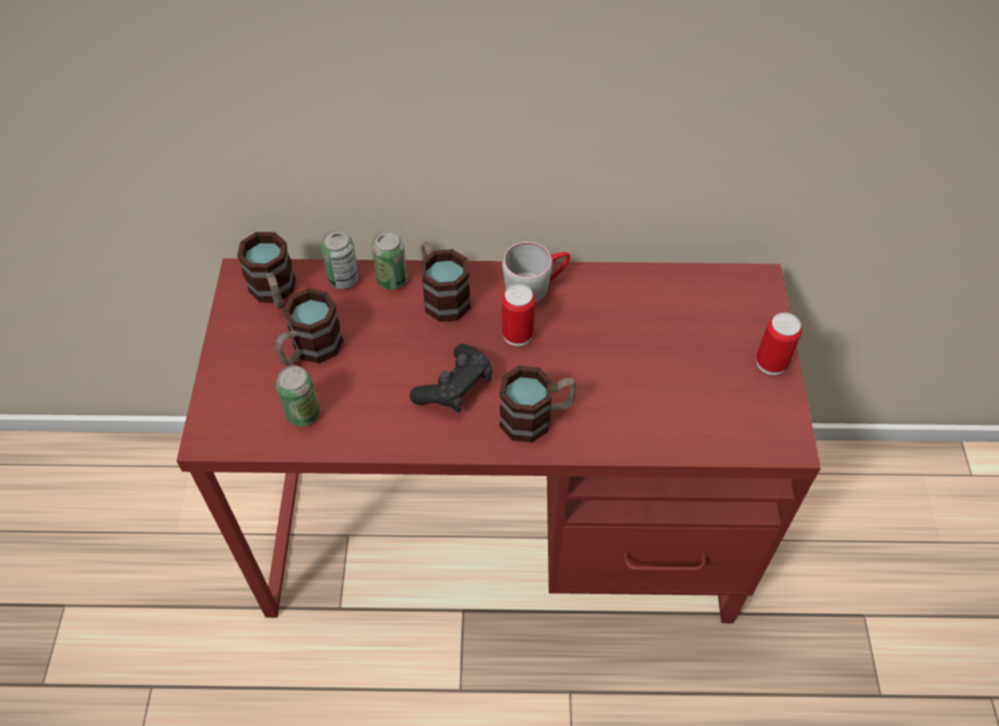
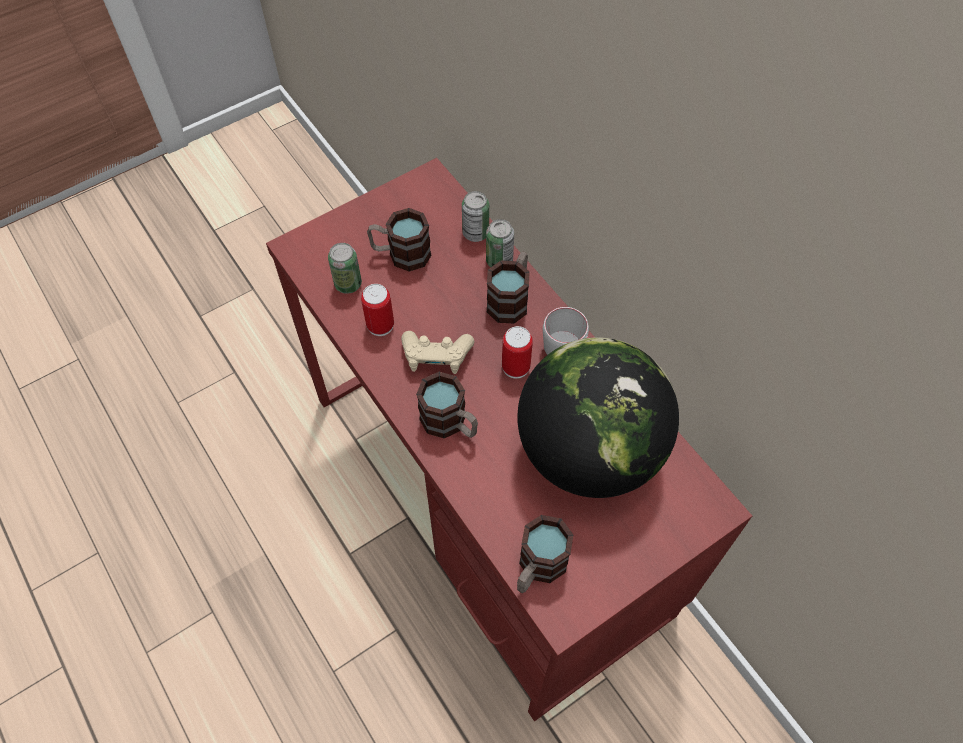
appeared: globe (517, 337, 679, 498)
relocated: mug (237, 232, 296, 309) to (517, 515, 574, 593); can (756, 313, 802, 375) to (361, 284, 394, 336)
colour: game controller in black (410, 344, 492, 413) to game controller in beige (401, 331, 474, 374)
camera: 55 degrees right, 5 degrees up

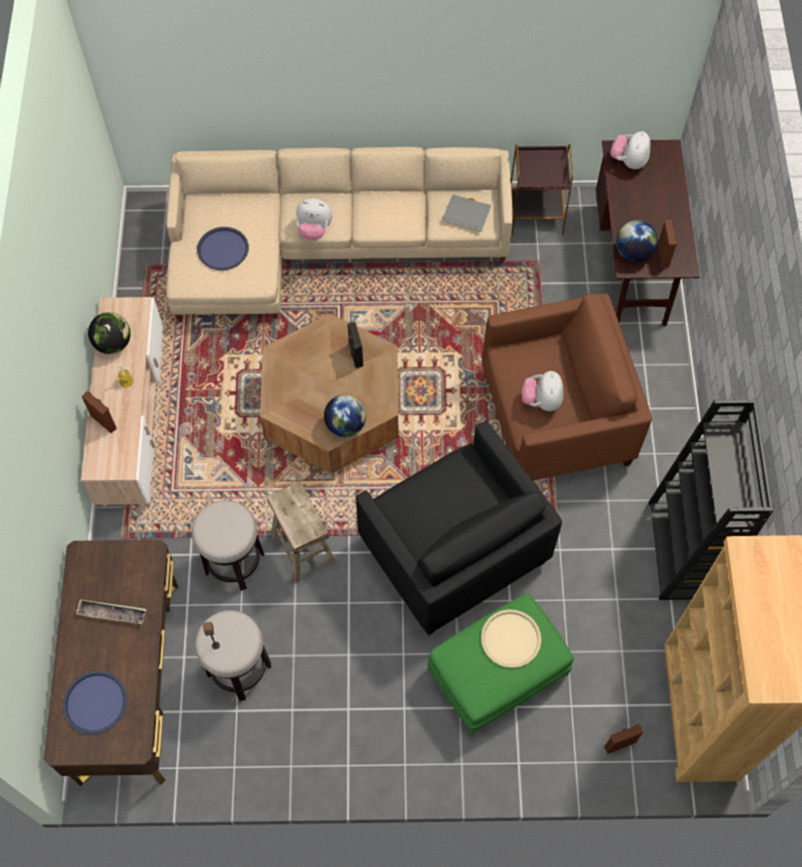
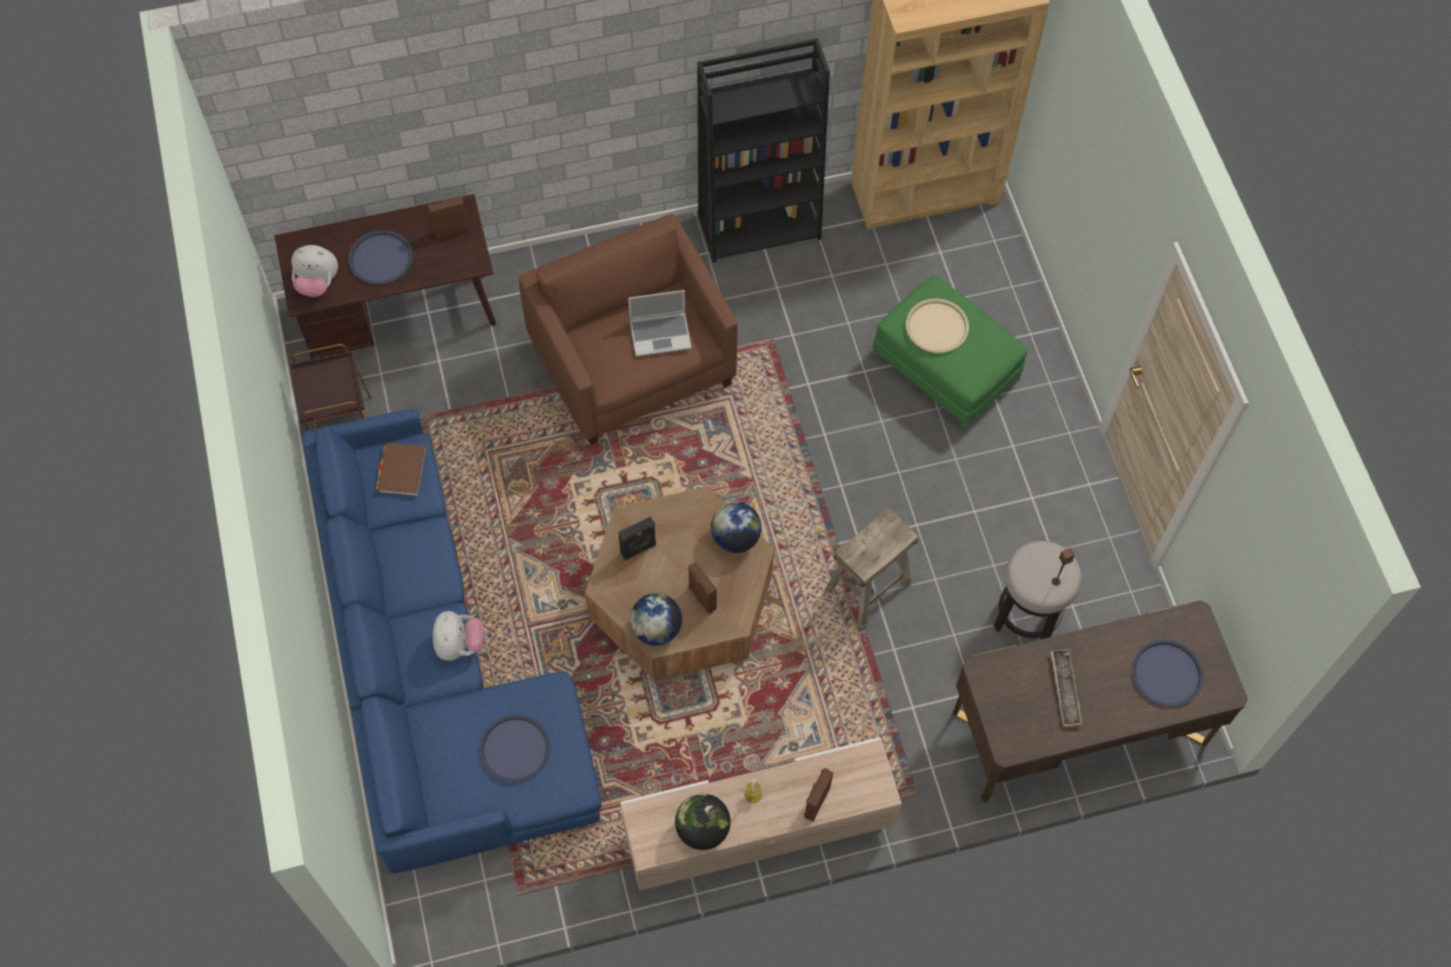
missing: stool (192, 500, 264, 591); armchair in black (356, 421, 562, 636)
appeared: tray in blue (348, 230, 413, 285)
relocated: speaker in brown (604, 724, 643, 754) to (688, 562, 717, 614); globe (616, 220, 658, 262) to (630, 593, 682, 646)
exchanged: plush toy (522, 371, 564, 411) to laptop (628, 290, 692, 357)
colour: sofa in beige (166, 147, 513, 320) to sofa in blue (302, 409, 602, 874); book in grey (443, 194, 491, 232) to book in brown (376, 443, 426, 496)
camera: 105 degrees left, 0 degrees up

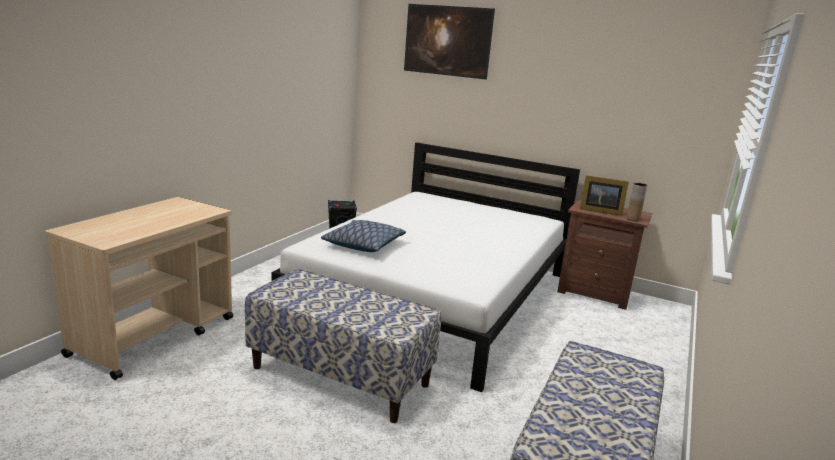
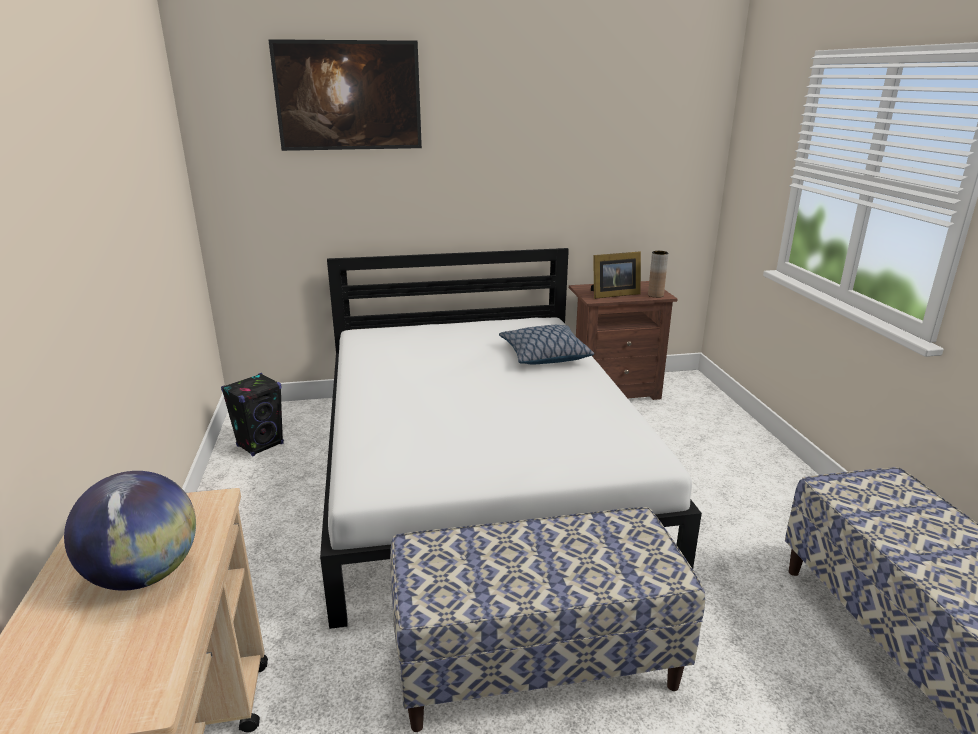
appeared: globe (64, 471, 196, 591)
relocated: pillow (321, 220, 406, 252) to (499, 325, 594, 364)
camera: 35 degrees left, 5 degrees up

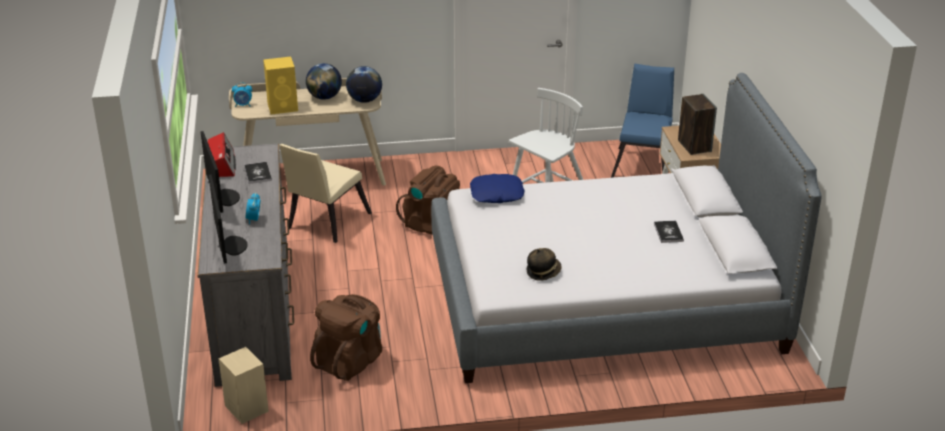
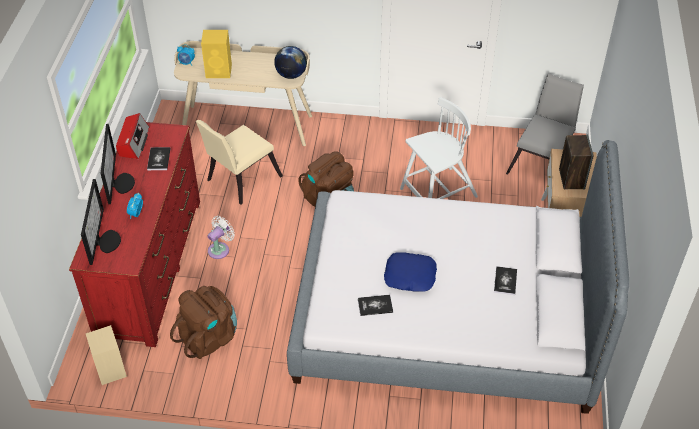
missing: globe (306, 63, 342, 100)
appeared: fan in white (208, 216, 235, 259)
relocated: pillow in blue (470, 174, 524, 203) to (384, 252, 437, 291)
exchanged: hat (527, 248, 562, 281) to book (358, 295, 393, 316)
colour: dresser in grey (197, 144, 294, 387) to dresser in red (69, 122, 200, 347); chair in blue (611, 64, 674, 178) to chair in grey (506, 73, 584, 175)
camera: 15 degrees right, 15 degrees up

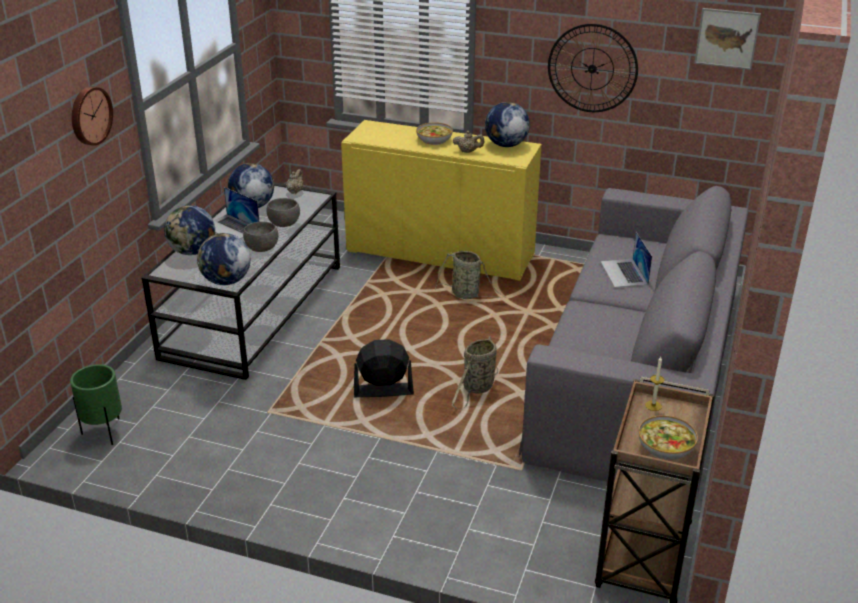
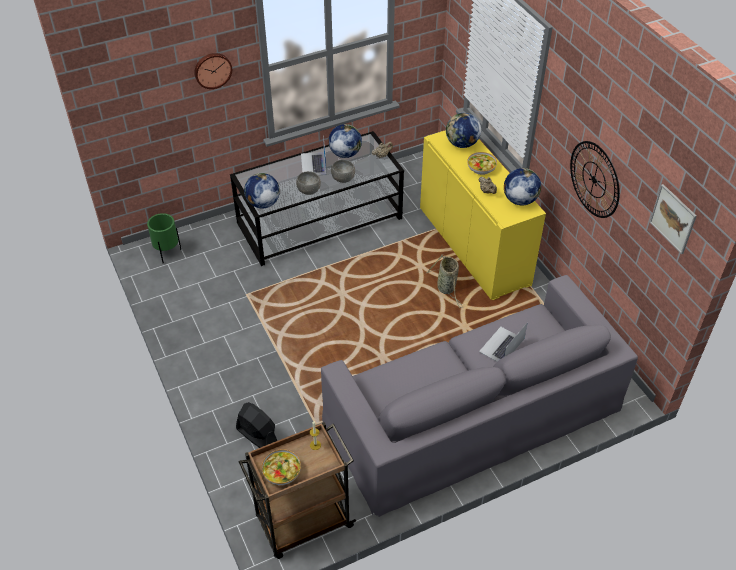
missing: basket (452, 336, 498, 410)
relocated: globe (164, 205, 215, 255) to (446, 113, 481, 148); fan in black (354, 339, 414, 397) to (236, 402, 278, 448)
camera: 45 degrees right, 15 degrees up

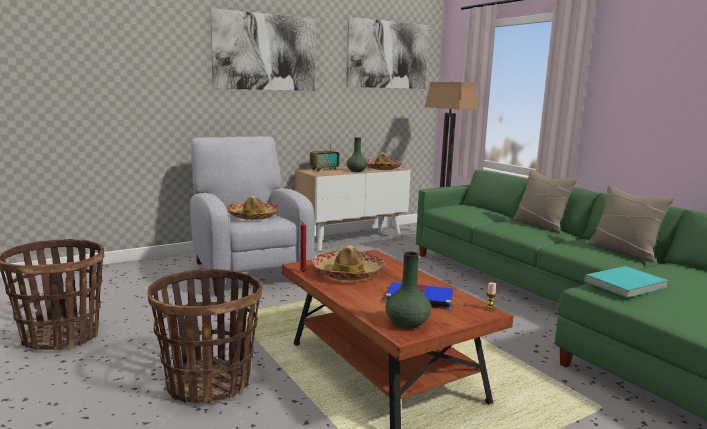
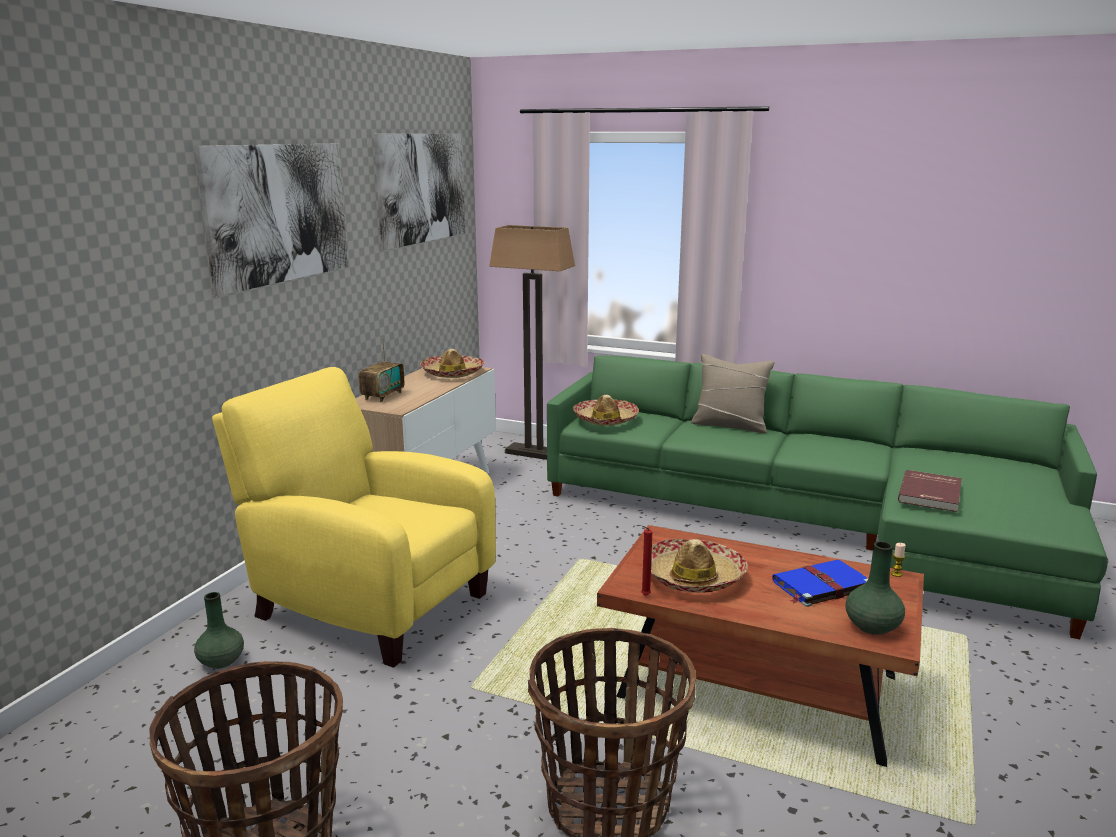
missing: pillow in beige (588, 186, 675, 262)
relocated: hat (226, 196, 280, 220) to (573, 395, 639, 426); vase in green (347, 137, 367, 172) to (194, 592, 244, 669)
colour: armchair in grey (190, 137, 315, 296) to armchair in yellow (212, 367, 496, 668); book in turquoise (584, 266, 669, 298) to book in red (898, 470, 962, 512)
camera: 35 degrees left, 5 degrees up

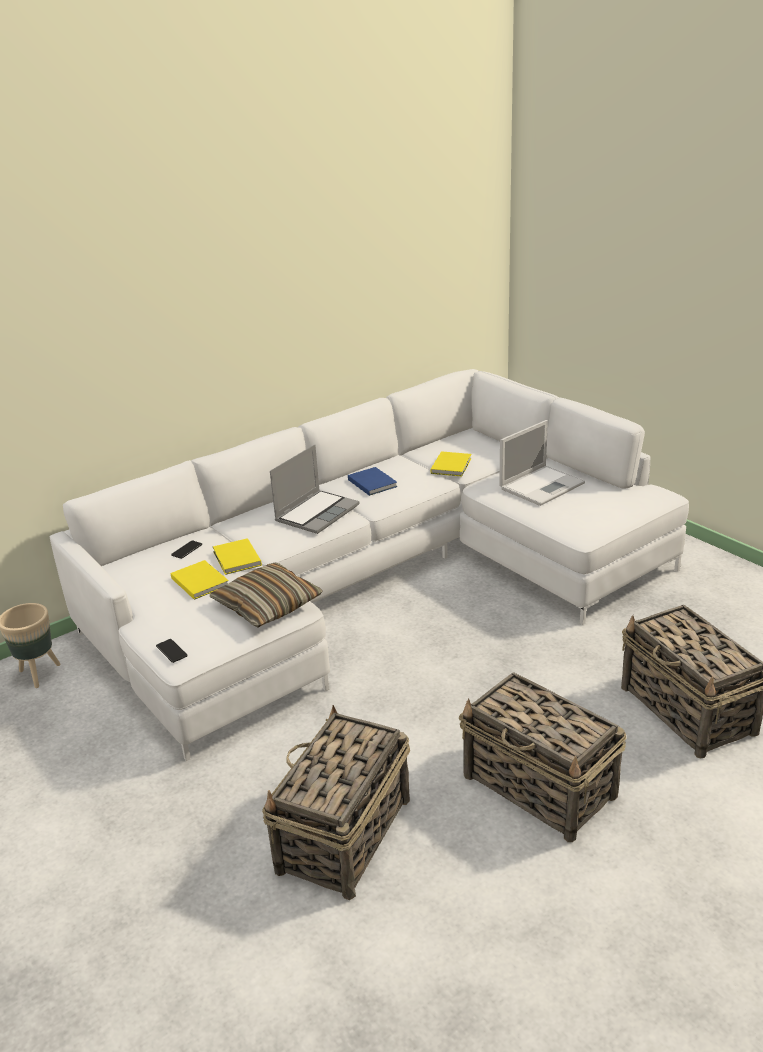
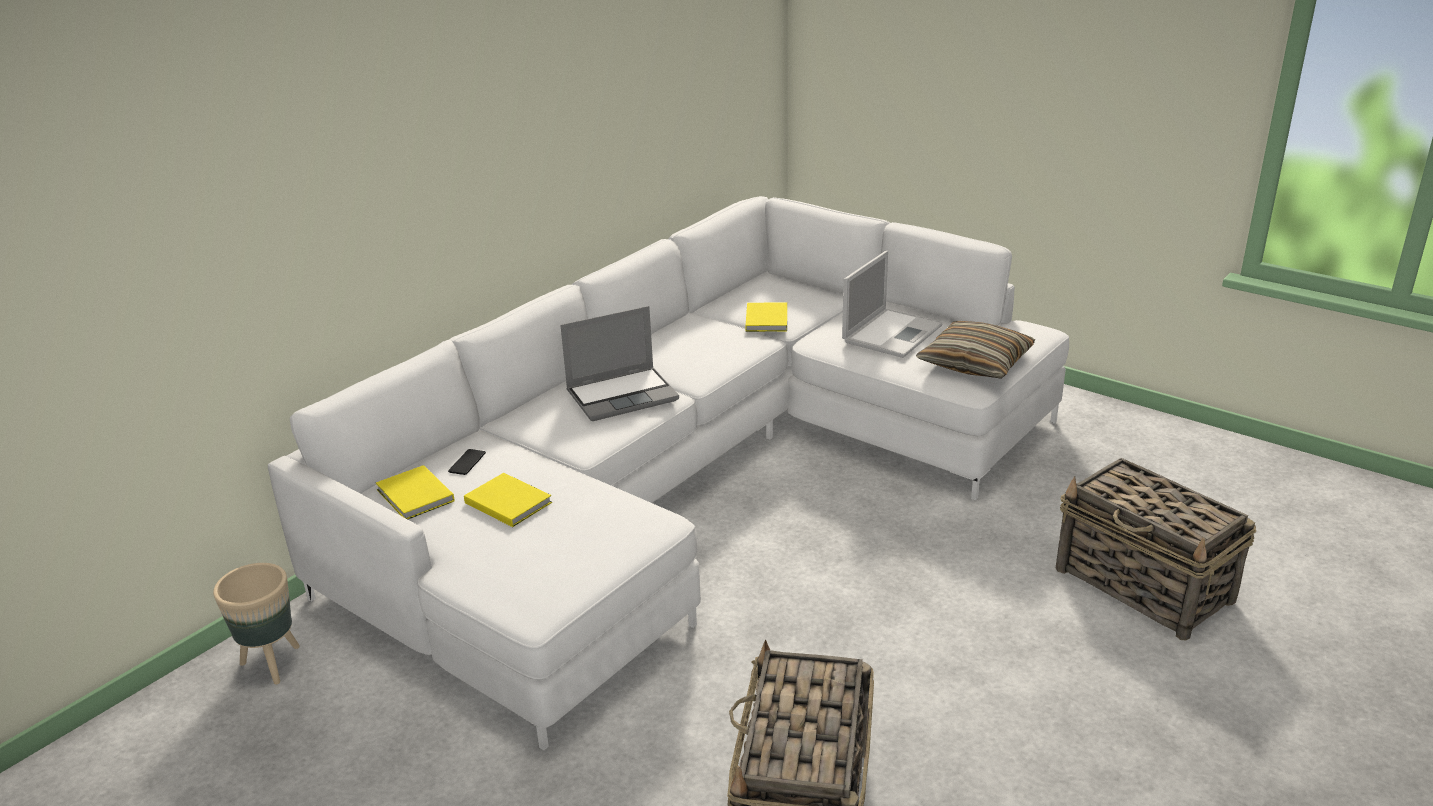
missing: phone (156, 639, 188, 663); book in blue (348, 467, 398, 496); basket (459, 672, 627, 842)
relocated: pillow (210, 562, 323, 628) to (916, 321, 1035, 379); book in yellow (213, 538, 262, 575) to (376, 465, 455, 519)
spun: laptop (270, 445, 359, 534) = (560, 306, 679, 421) 45 degrees clockwise
camera: 15 degrees left, 0 degrees up

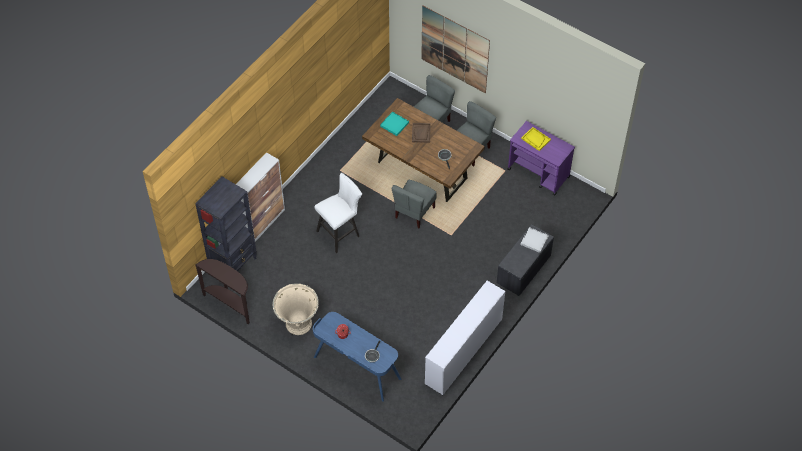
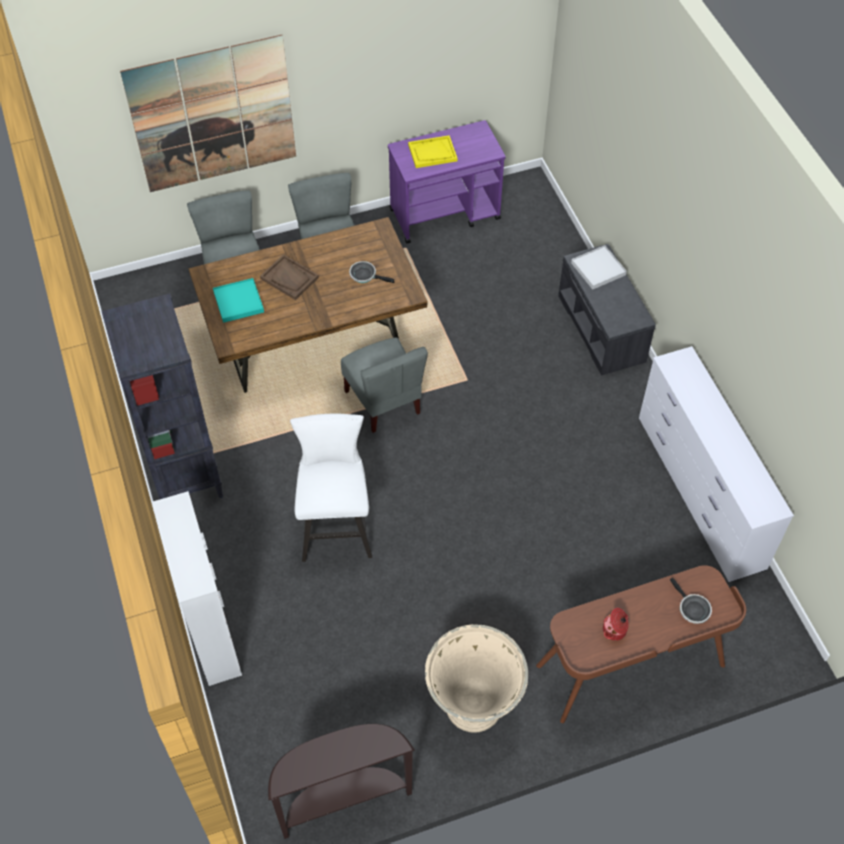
relocated: bookcase in black (195, 176, 257, 271) to (101, 293, 223, 499)
colour: desk in blue (313, 312, 401, 402) to desk in brown (536, 565, 746, 723)
camera: 55 degrees left, 0 degrees up

